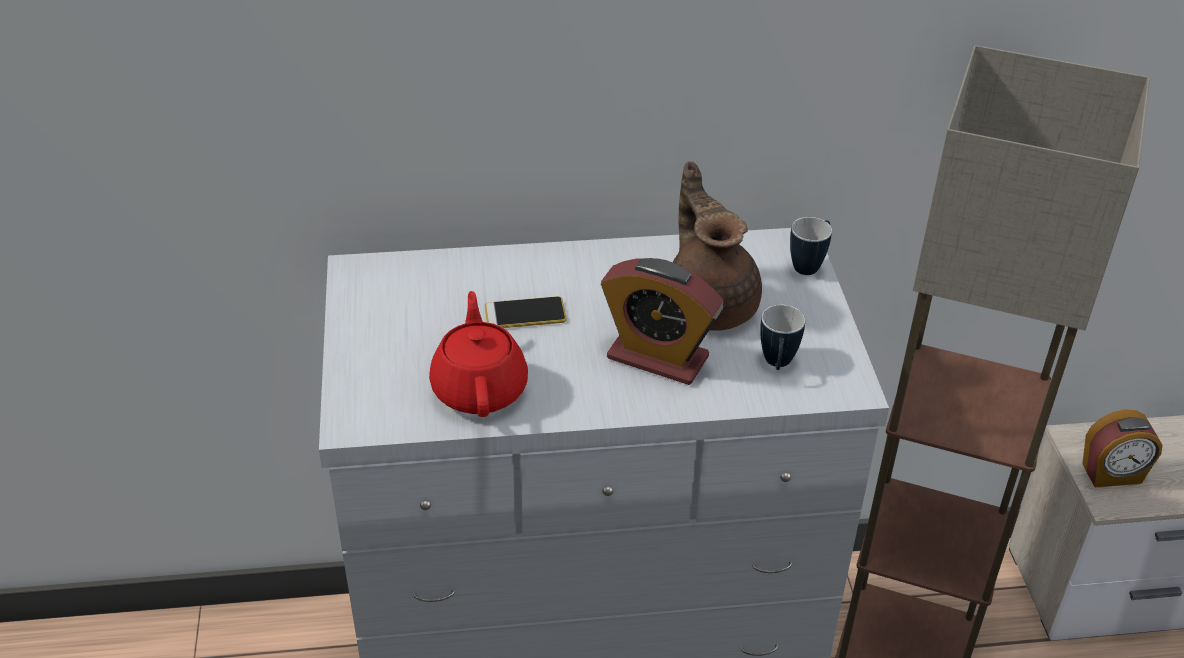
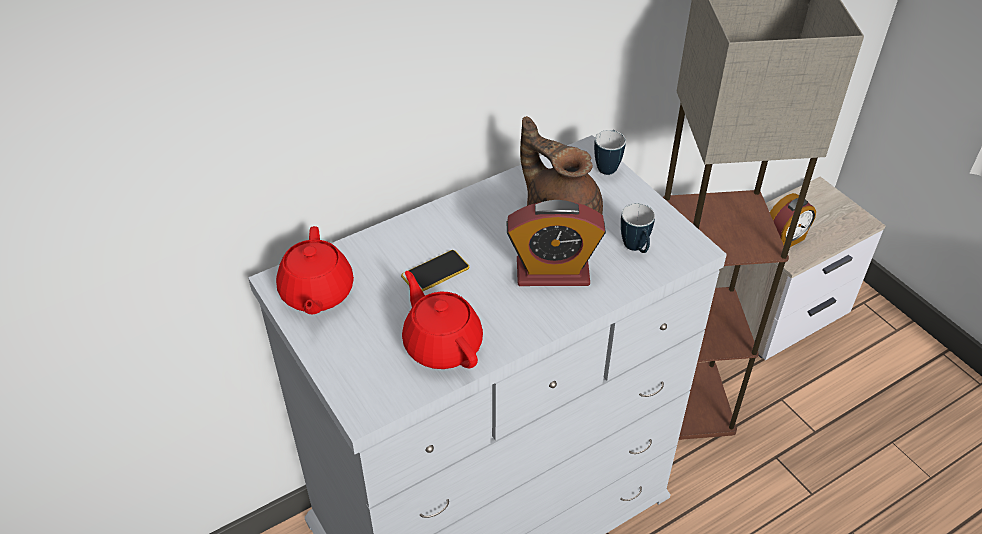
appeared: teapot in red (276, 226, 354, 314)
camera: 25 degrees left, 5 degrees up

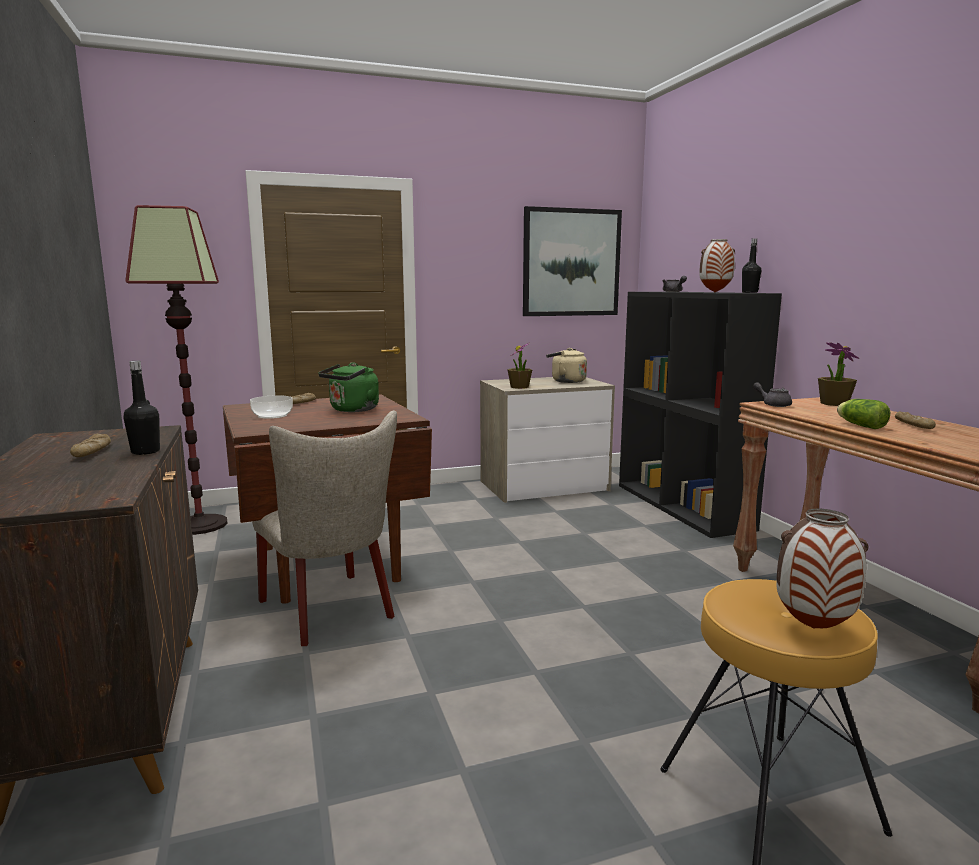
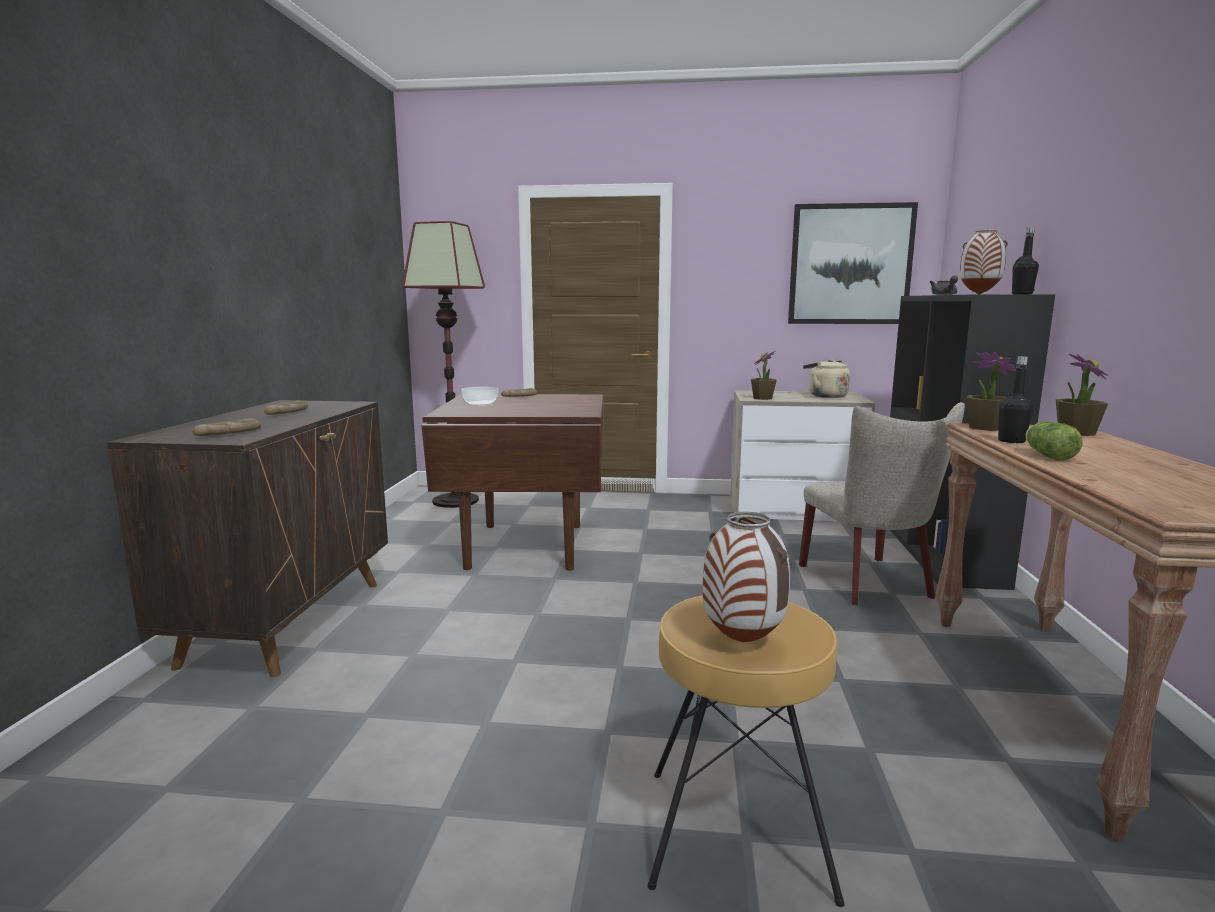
missing: kettle in green (318, 362, 379, 412)
relocated: bottle in black (123, 361, 160, 455) to (998, 356, 1033, 443); chair in beige (252, 410, 397, 646) to (799, 402, 965, 606); bread (895, 411, 936, 429) to (192, 418, 261, 436)
exchanged: teapot in grey (753, 382, 792, 407) to potted plant (966, 352, 1016, 431)
camera: 25 degrees right, 0 degrees up

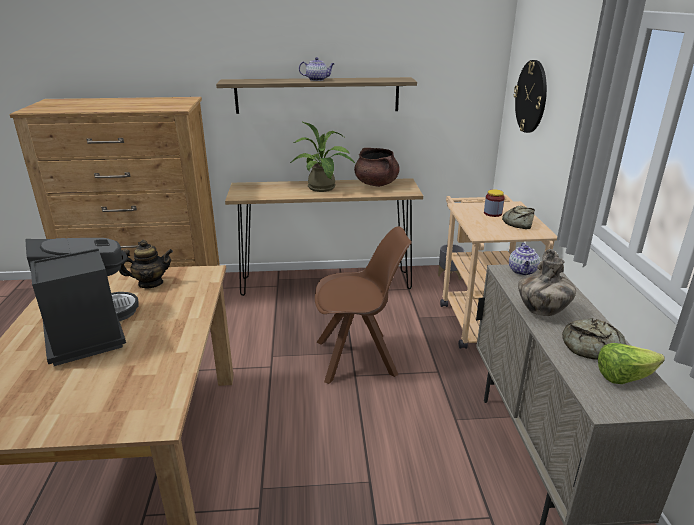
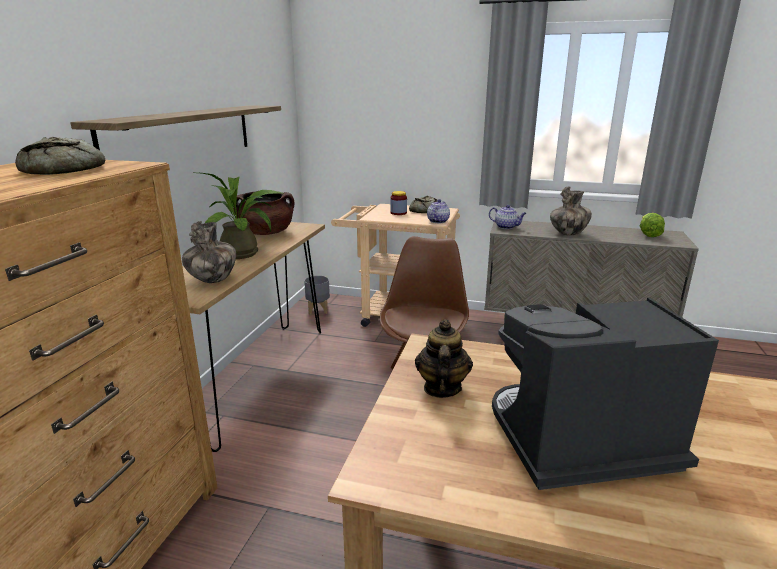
missing: wall clock (514, 60, 547, 133)
appeared: vase (182, 221, 236, 283)
relocated: teapot (299, 57, 335, 81) to (427, 199, 450, 223); bread (562, 318, 626, 360) to (15, 137, 105, 175)
camera: 70 degrees left, 5 degrees down

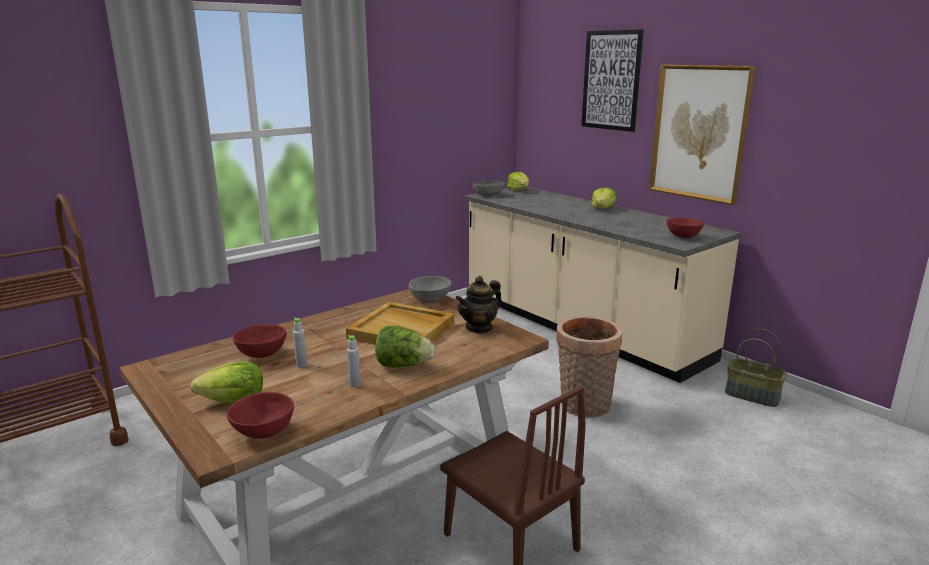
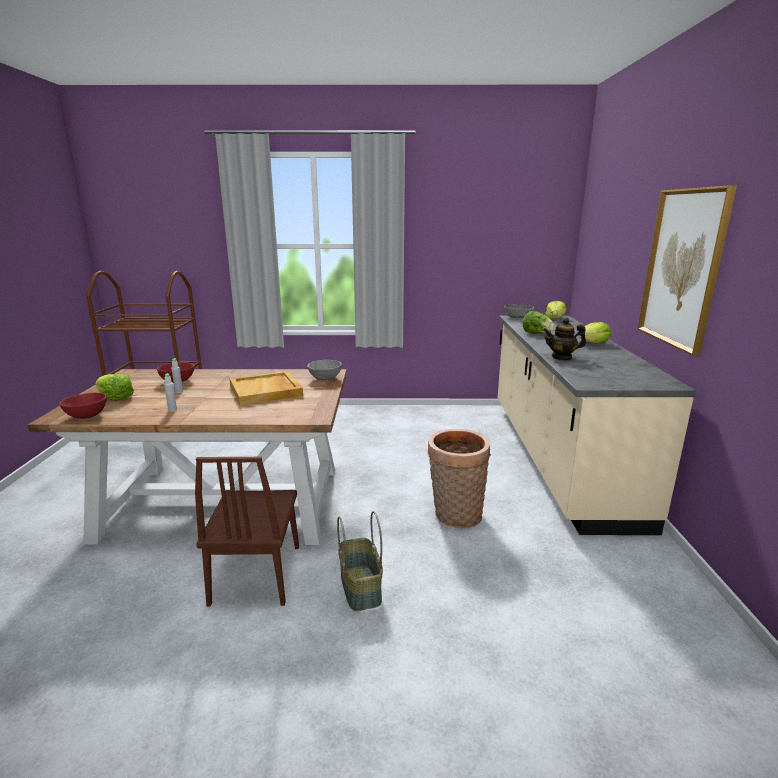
missing: picture (581, 29, 644, 132); bowl in red (667, 218, 704, 238)
relocated: lettuce (375, 326, 435, 368) to (522, 311, 555, 334); teapot (455, 276, 502, 334) to (543, 318, 586, 360); basket (725, 329, 787, 407) to (337, 511, 383, 611)
camera: 40 degrees right, 0 degrees up

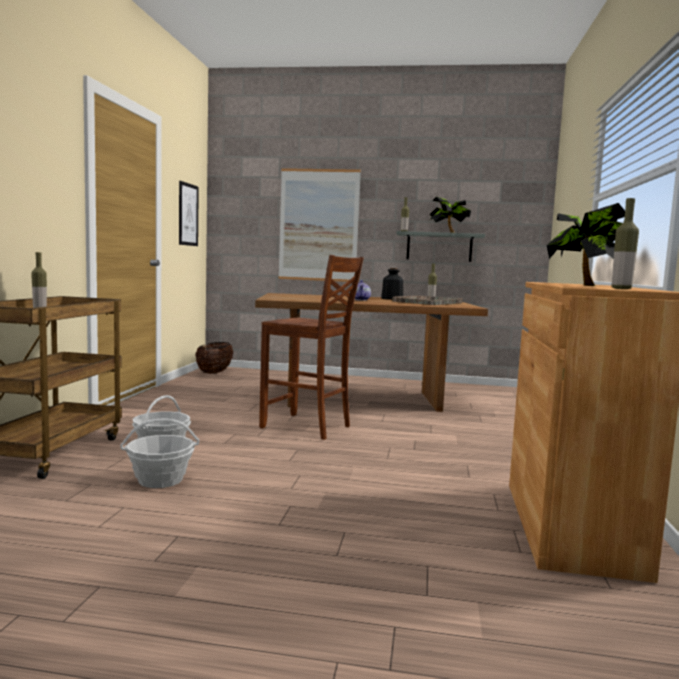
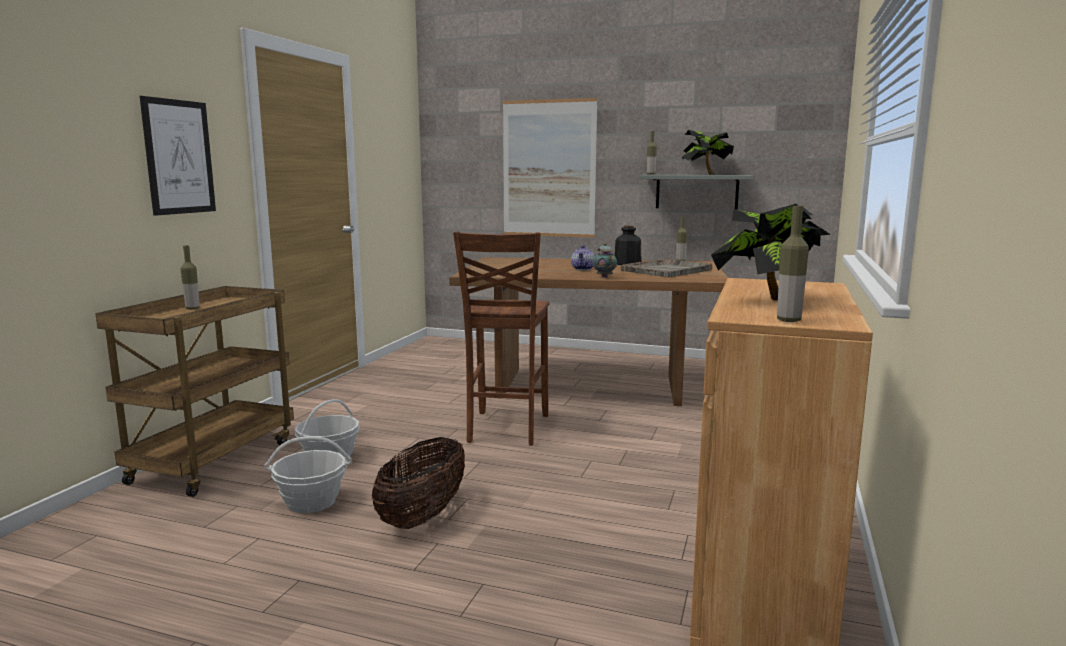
appeared: teapot (593, 243, 617, 278)
relocated: picture (179, 181, 199, 246) to (140, 96, 216, 216); basket (196, 342, 234, 374) to (372, 437, 465, 529)
spun: chair in brown (259, 255, 364, 440) = (453, 231, 550, 446) 60 degrees clockwise
camera: 10 degrees right, 5 degrees up

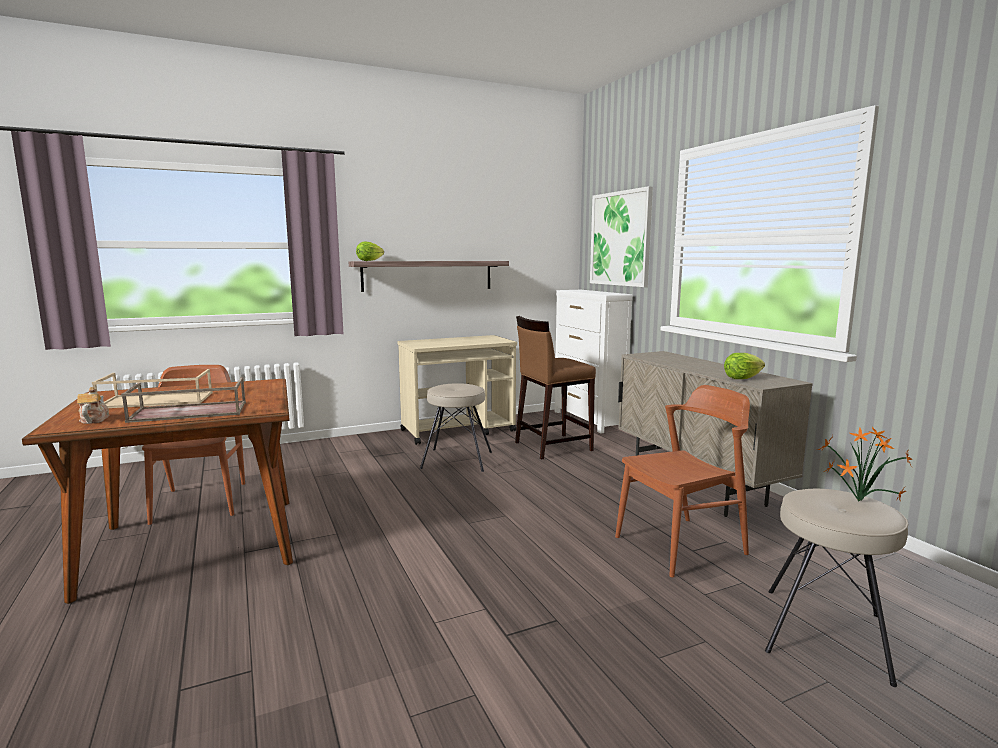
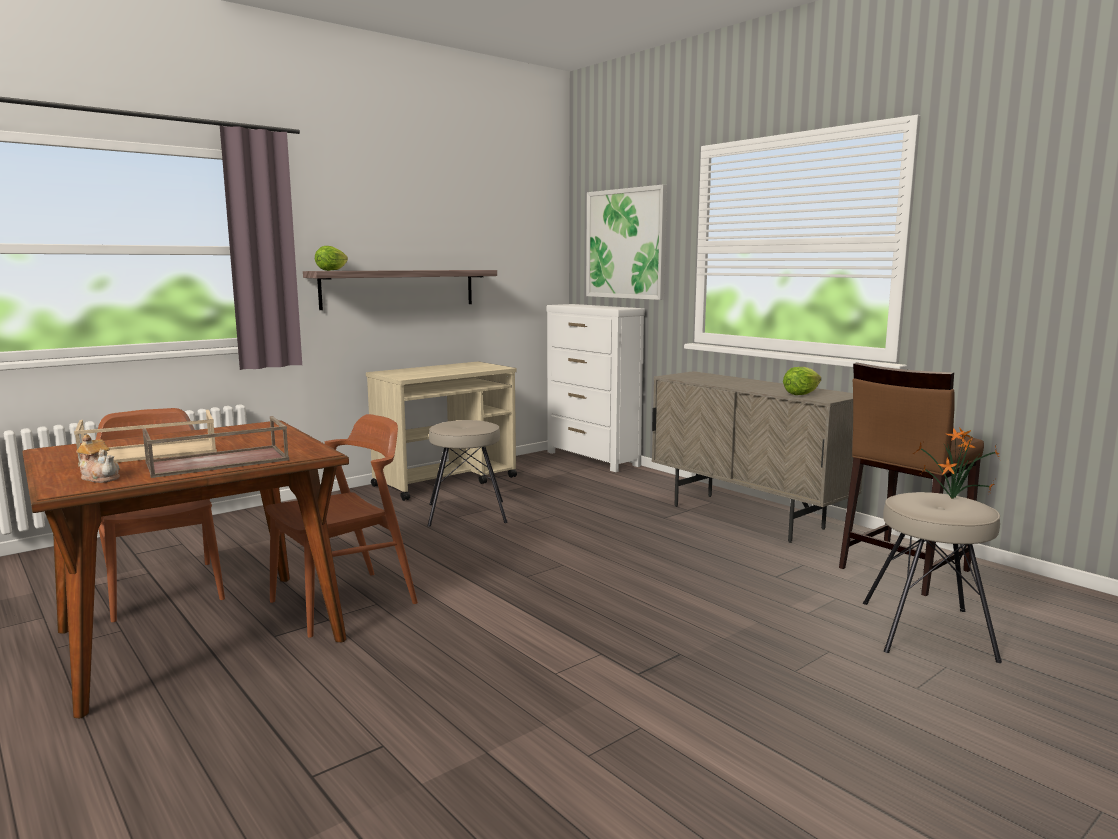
relocated: stool in brown (515, 316, 596, 459) to (839, 362, 984, 596); chair in brown (615, 385, 750, 577) to (265, 414, 418, 638)
spun: teapot (77, 387, 109, 424) = (76, 434, 120, 483) 150 degrees clockwise
camera: 15 degrees left, 0 degrees up

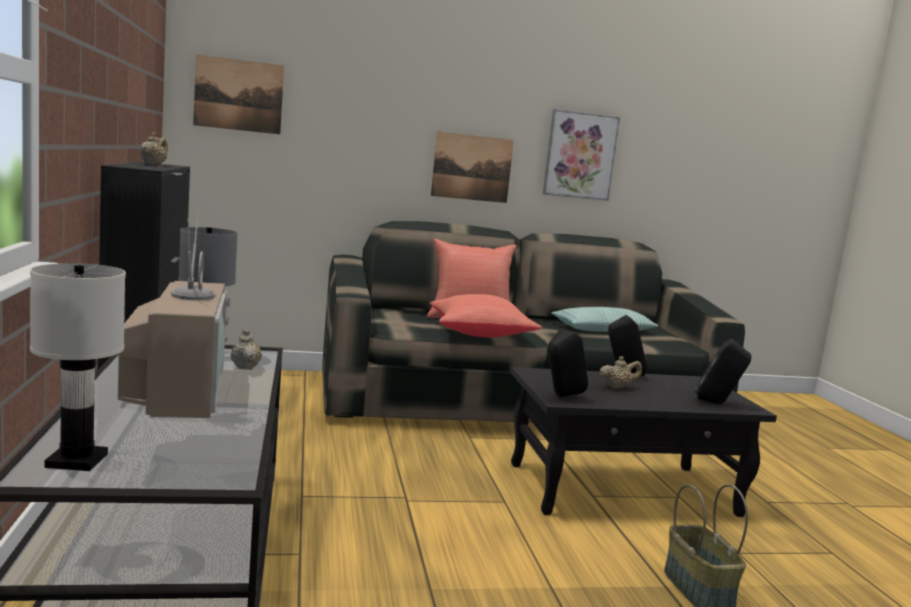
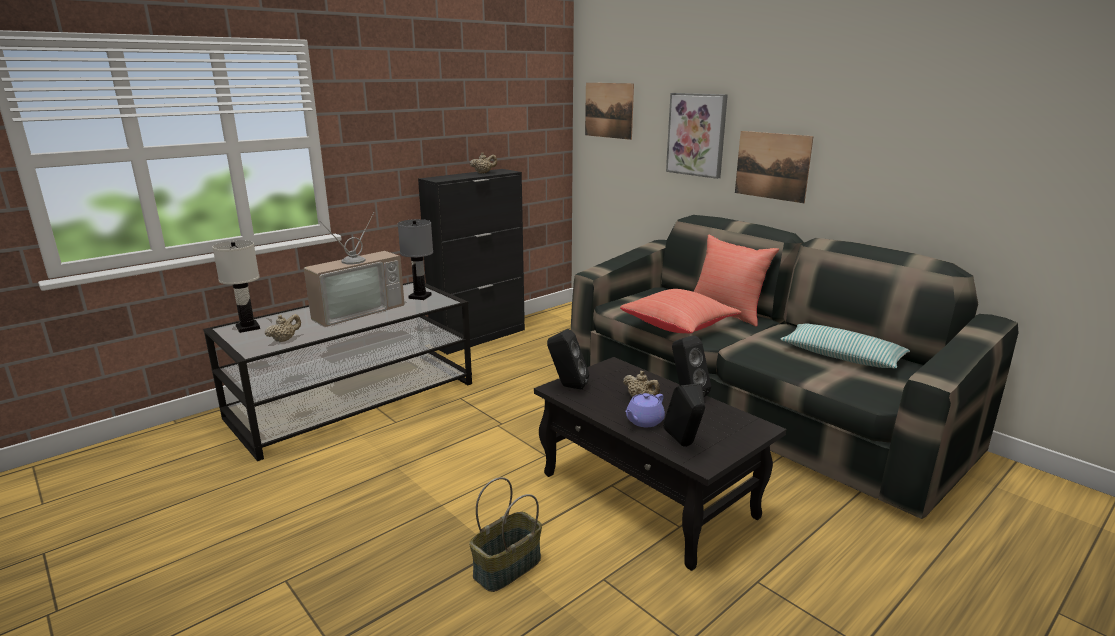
appeared: teapot in purple (625, 393, 665, 427)
relocated: teapot in beige (230, 329, 262, 370) to (265, 314, 301, 342); picture (543, 109, 620, 201) to (666, 93, 728, 179)
camera: 60 degrees right, 10 degrees up

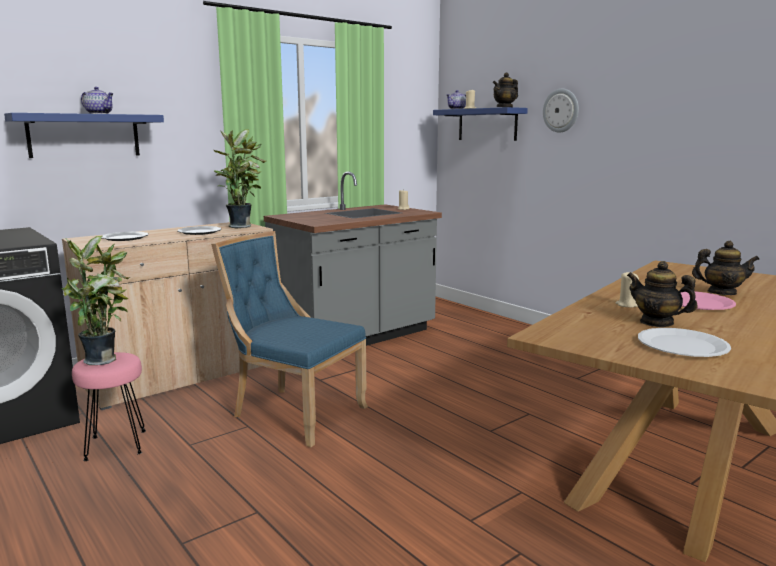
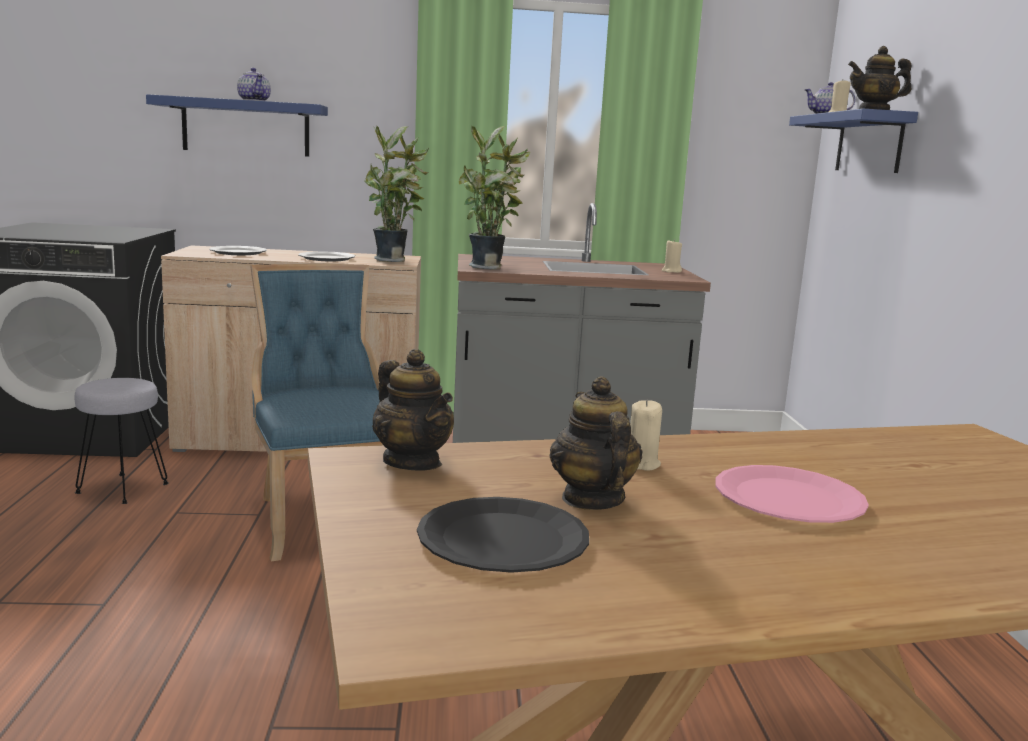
missing: wall clock (543, 89, 579, 133)
relocated: potted plant (61, 236, 130, 365) to (459, 126, 530, 269); teapot (692, 241, 760, 295) to (372, 349, 454, 471)
colour: stool in pink (72, 352, 146, 461) to stool in grey (75, 378, 169, 504); plate in white (638, 328, 731, 357) to plate in black (417, 497, 589, 573)
camera: 35 degrees right, 0 degrees up

